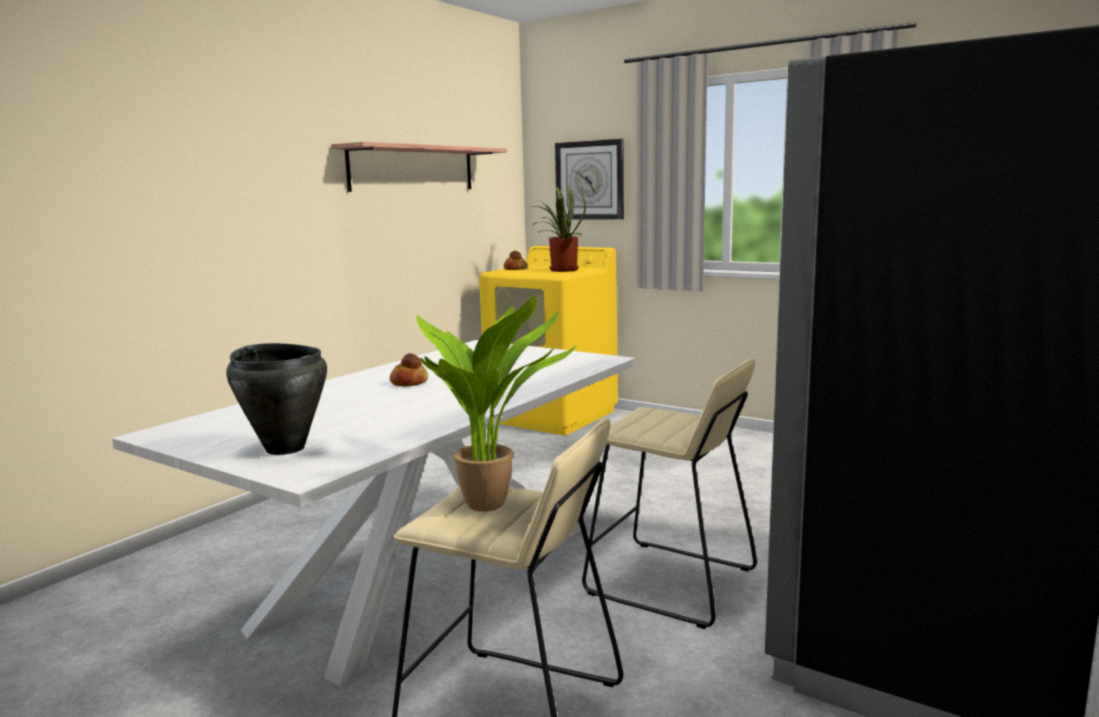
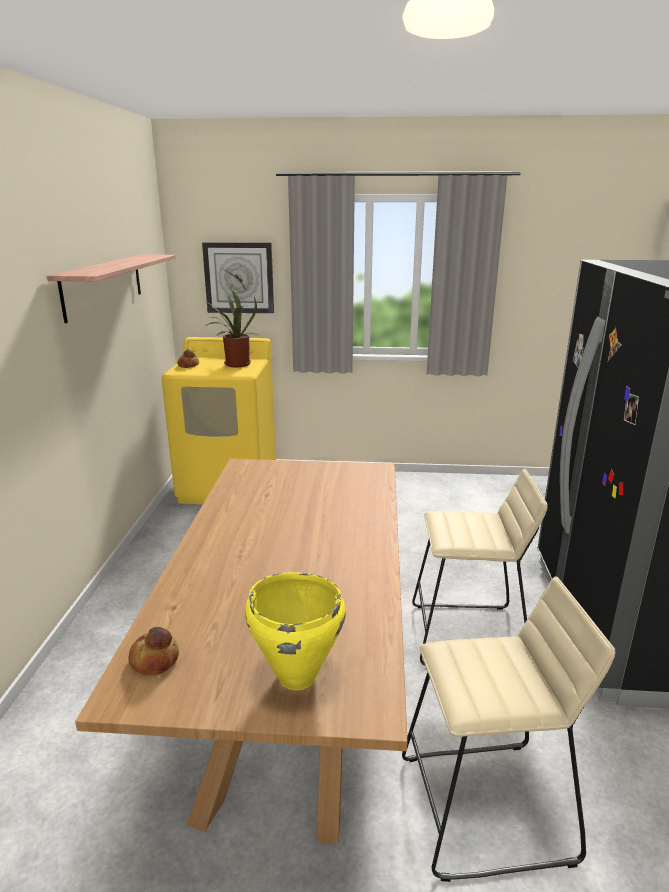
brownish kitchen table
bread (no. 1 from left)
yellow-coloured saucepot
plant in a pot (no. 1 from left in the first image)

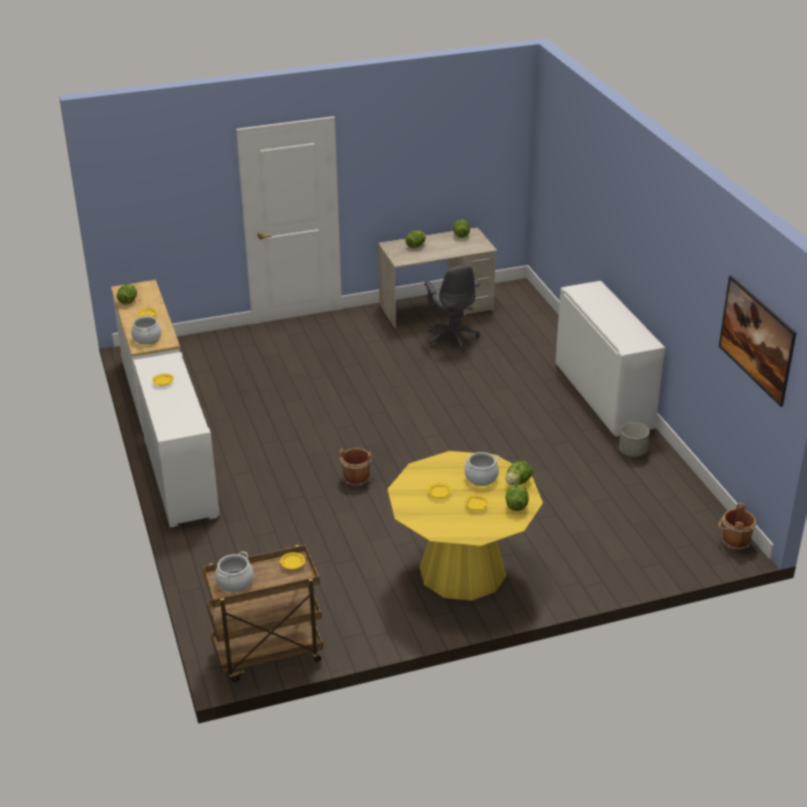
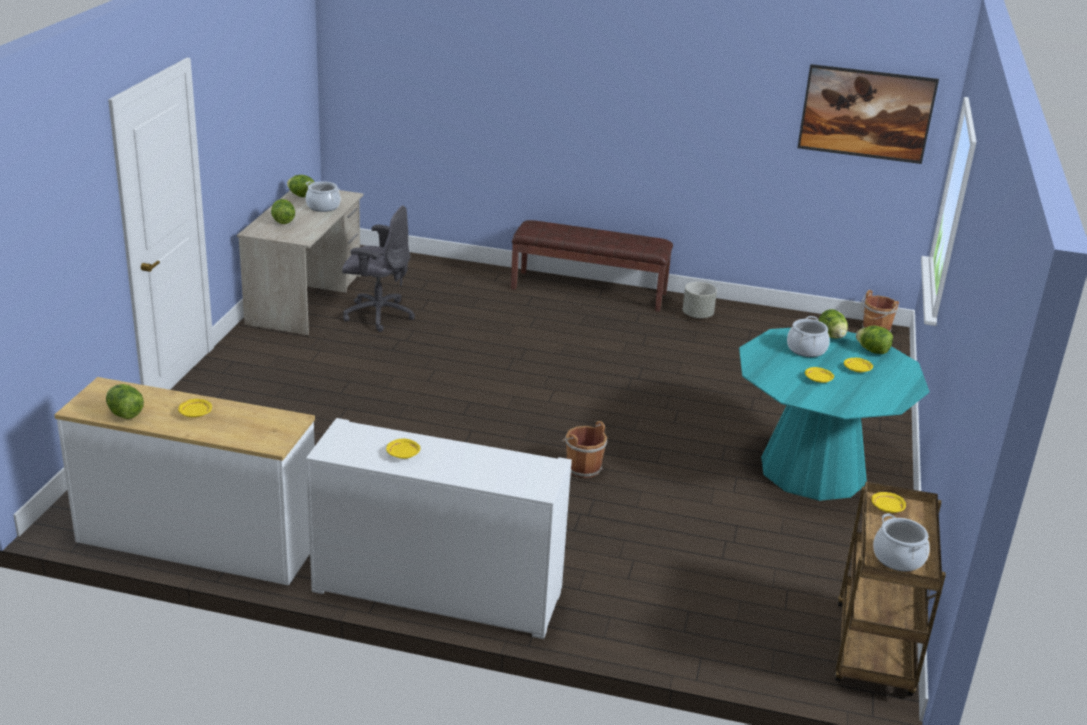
saucepot (no. 1 from left)
brownish long seat
turquoise kitchen table

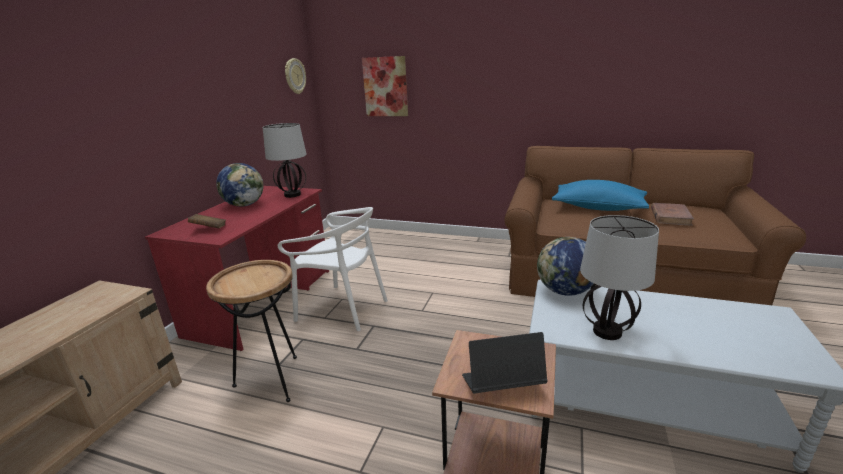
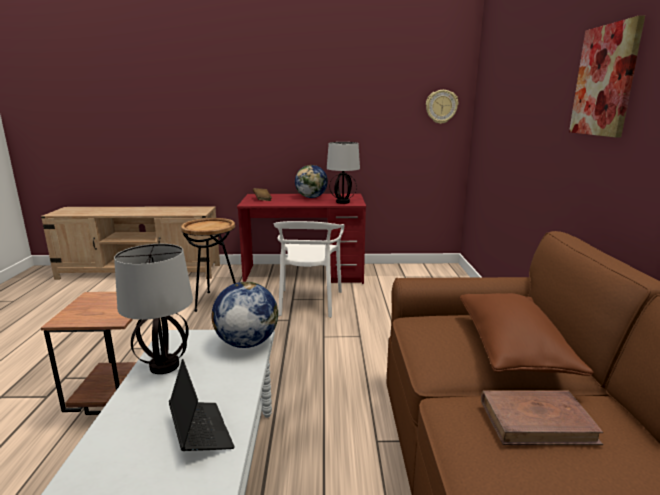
portable computer
brownish throw pillow
picture

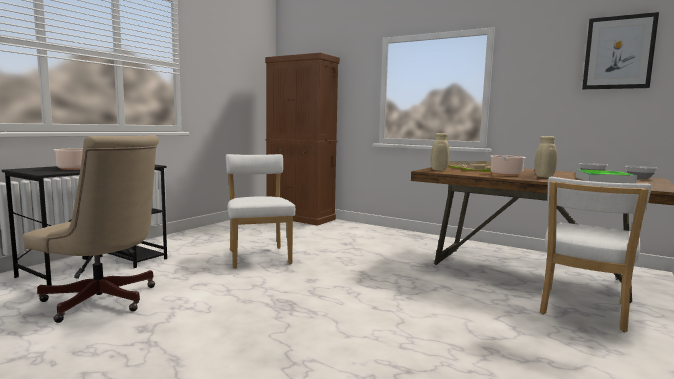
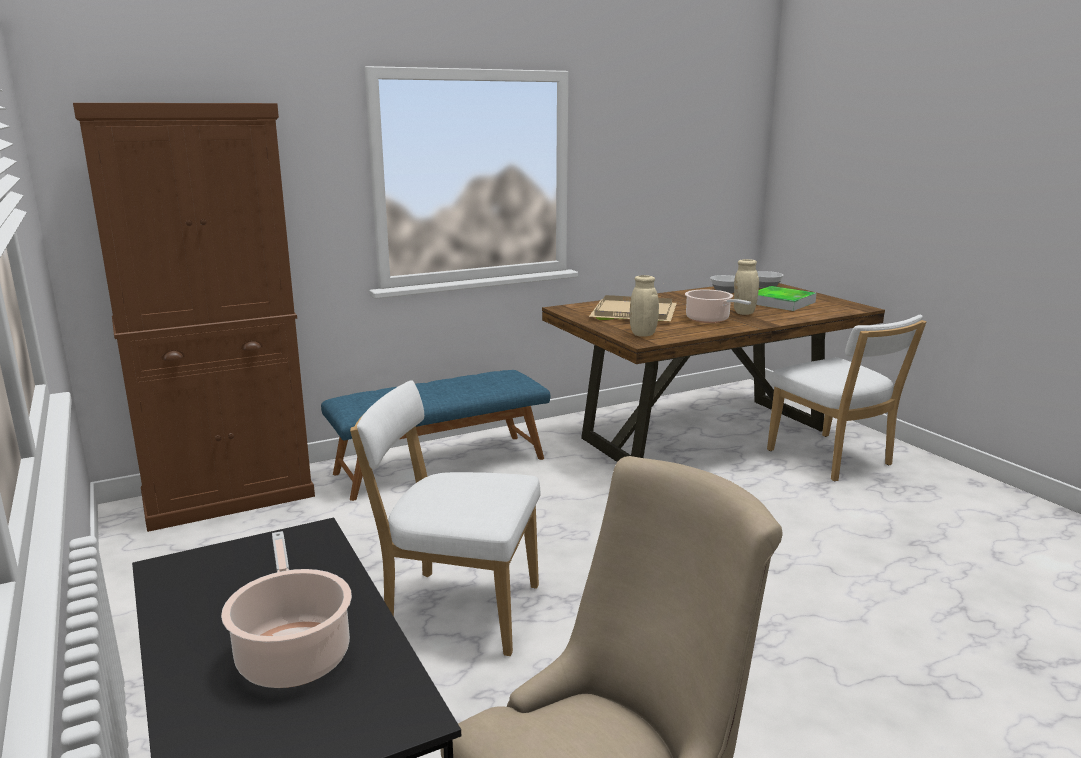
bluish long seat
picture

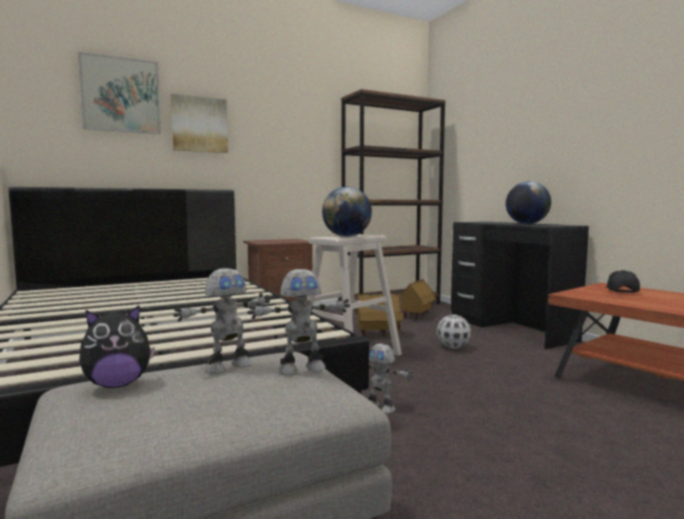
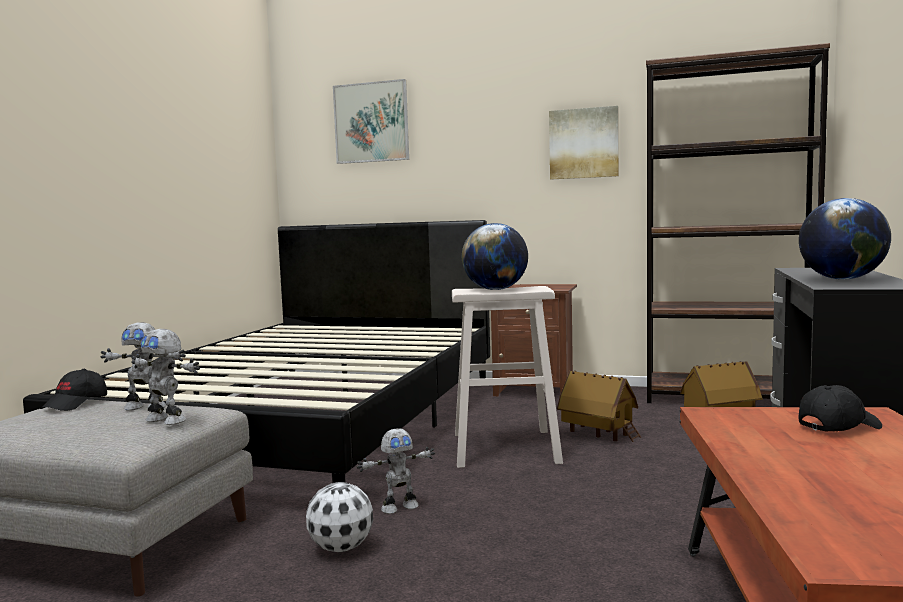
black baseball cap (no. 1 from left)
football ball
robot figure (no. 3 from left)
picture (no. 2 from left)

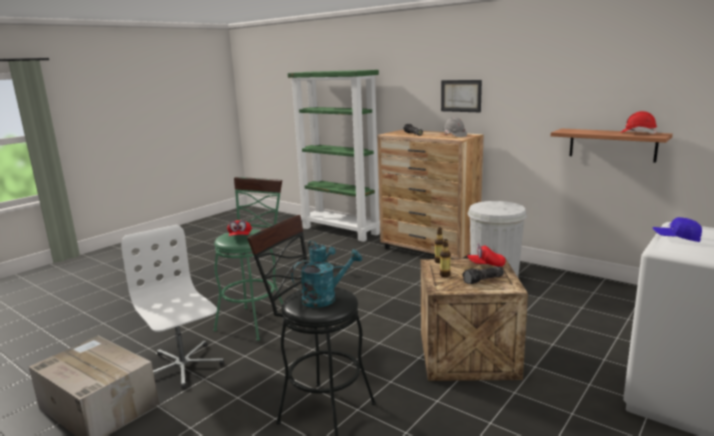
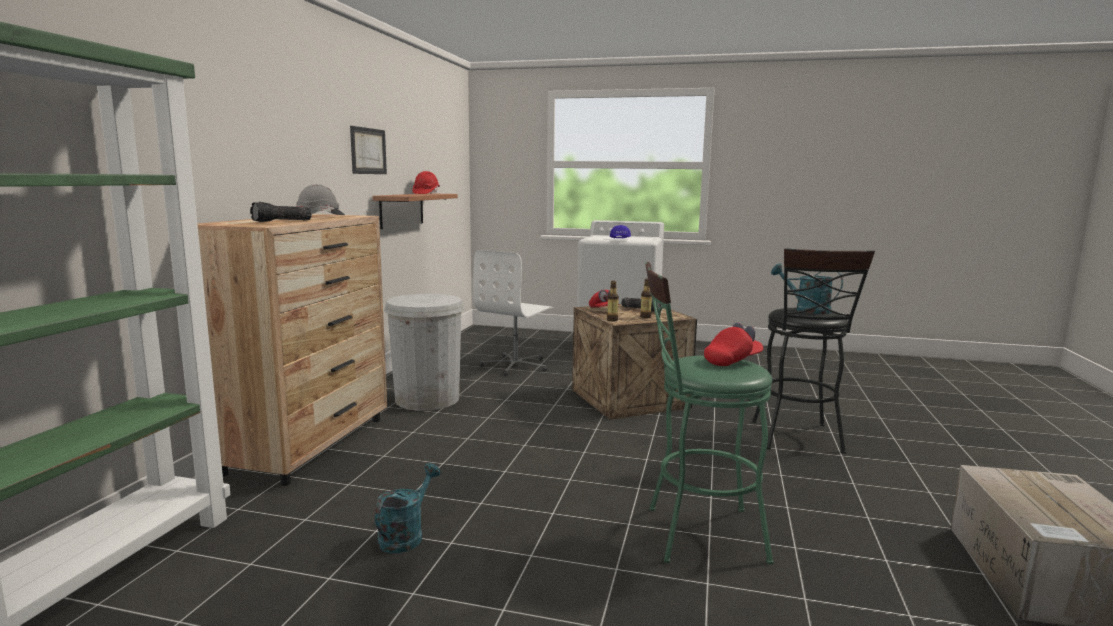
picture
white-coloured office chair

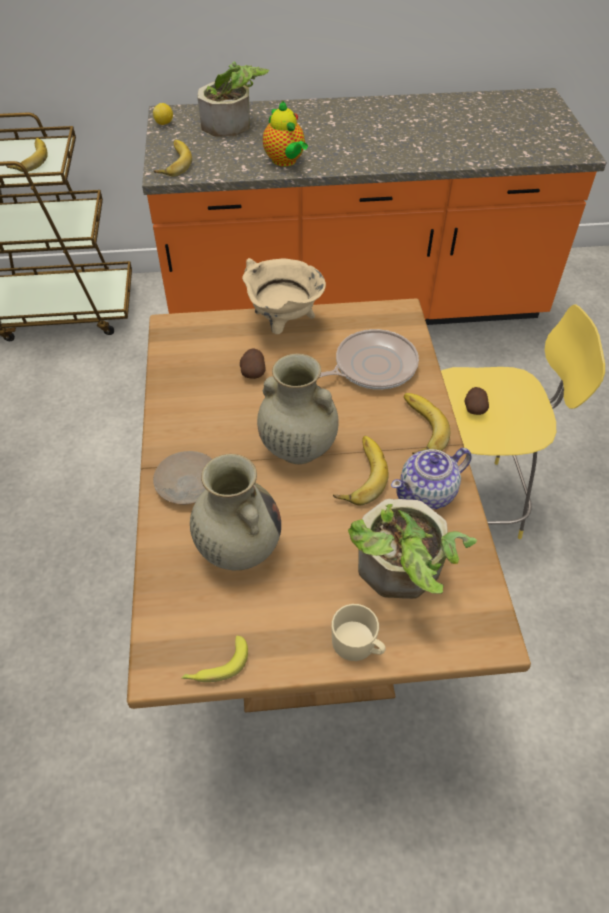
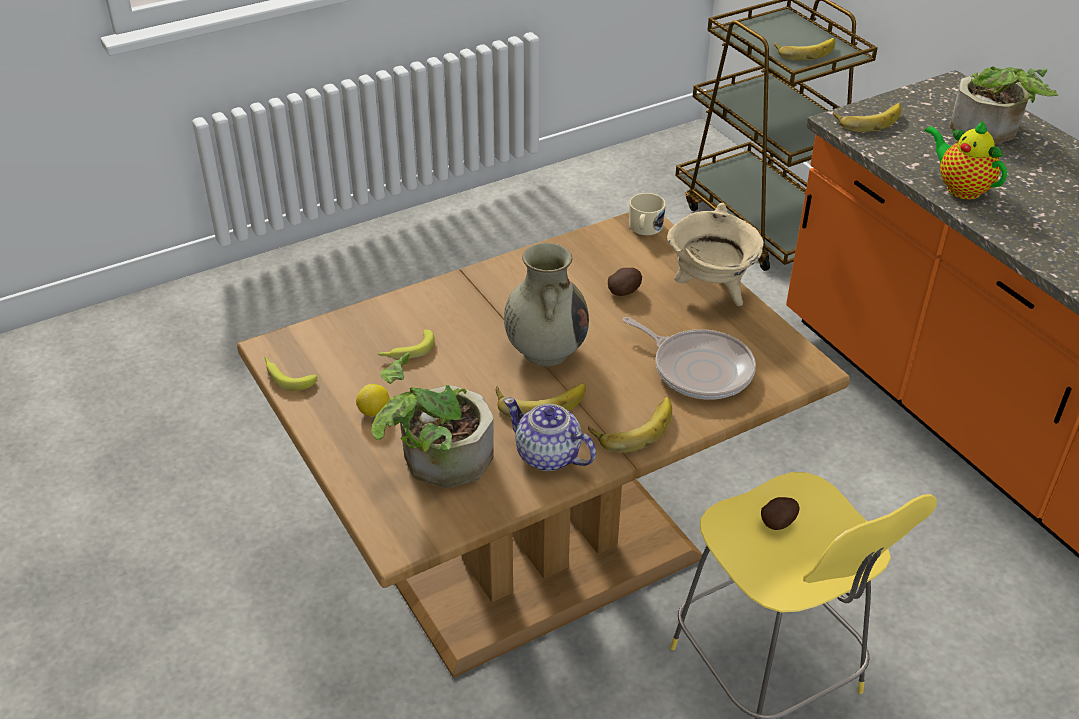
lemon
whole banana (no. 2 from left)
beige-coloured tea mug
teapot (no. 2 from left)
beige-coloured flat dish

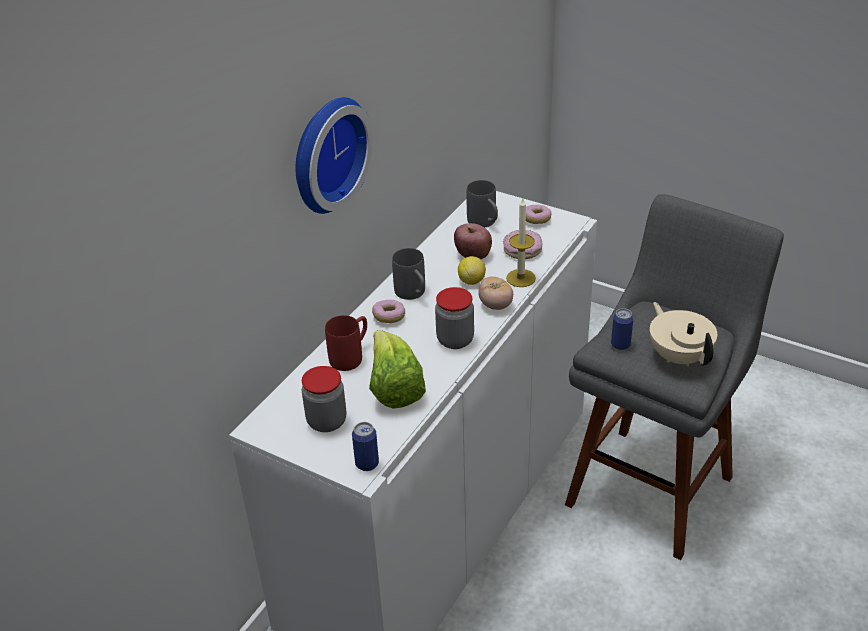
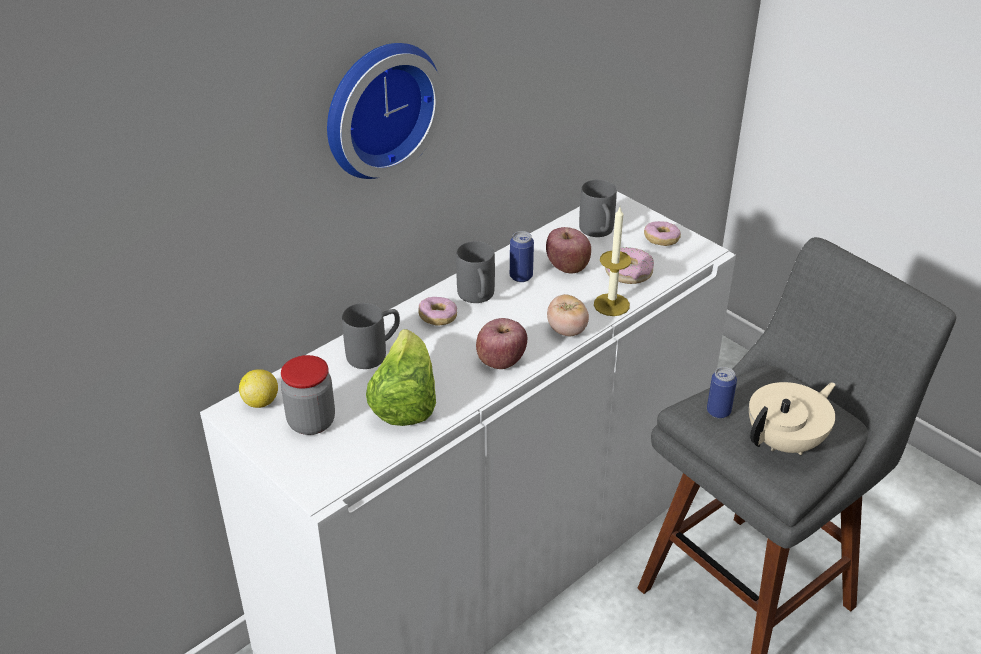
lemon
gray tea mug (no. 1 from left)
whole apple (no. 1 from left)
sealed can (no. 1 from left)
beige-coloured teapot

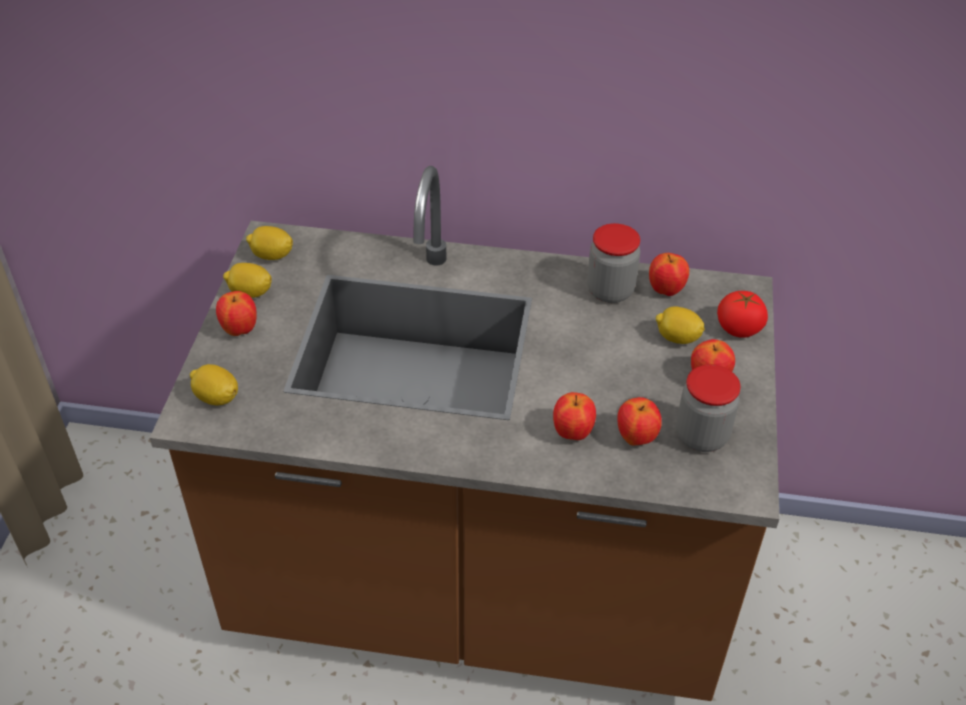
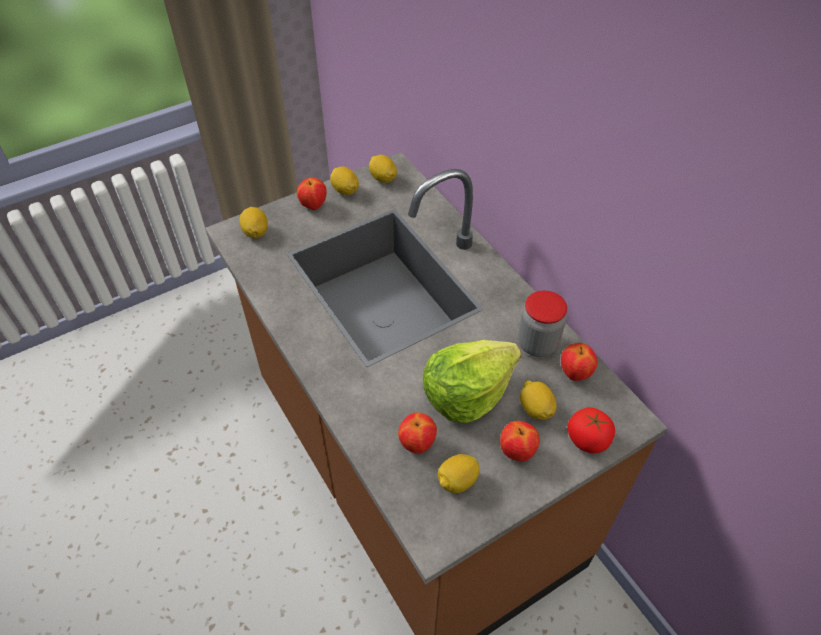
head of lettuce
lemon (no. 4 from left)
whole apple (no. 2 from left in the first image)

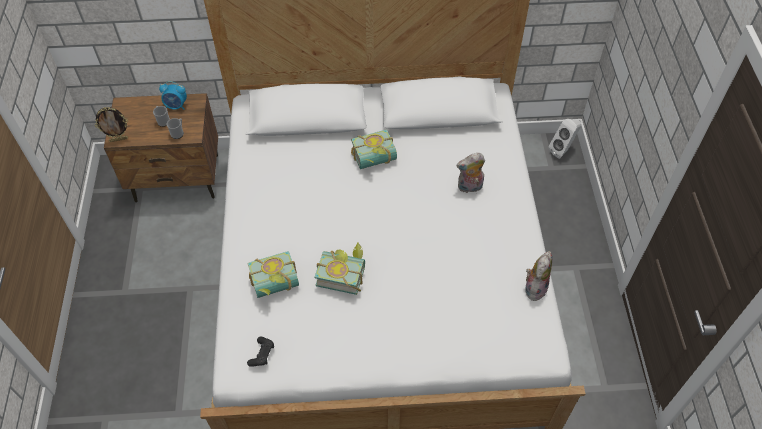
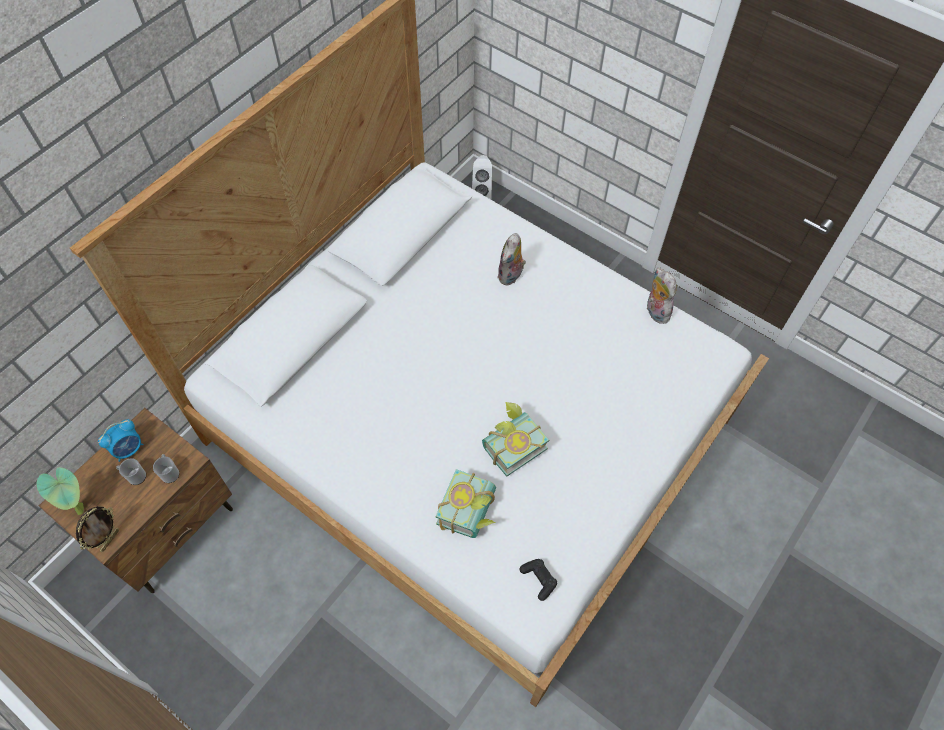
plant in a pot
book (no. 3 from left in the first image)

